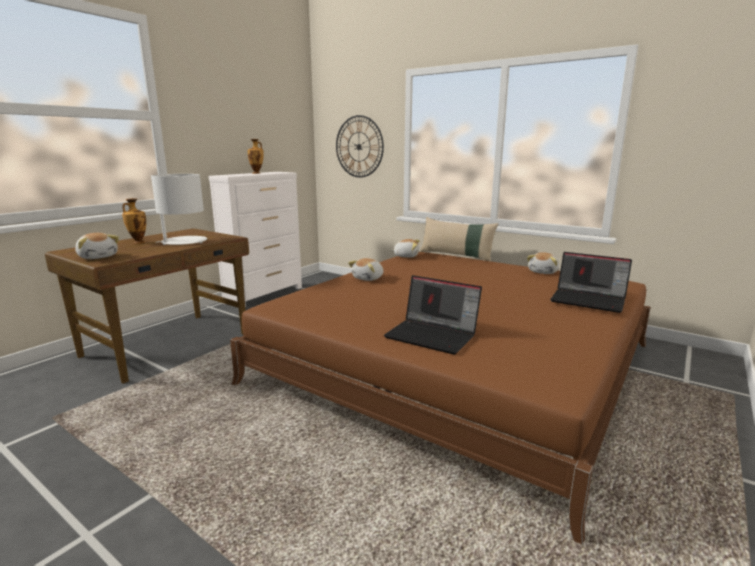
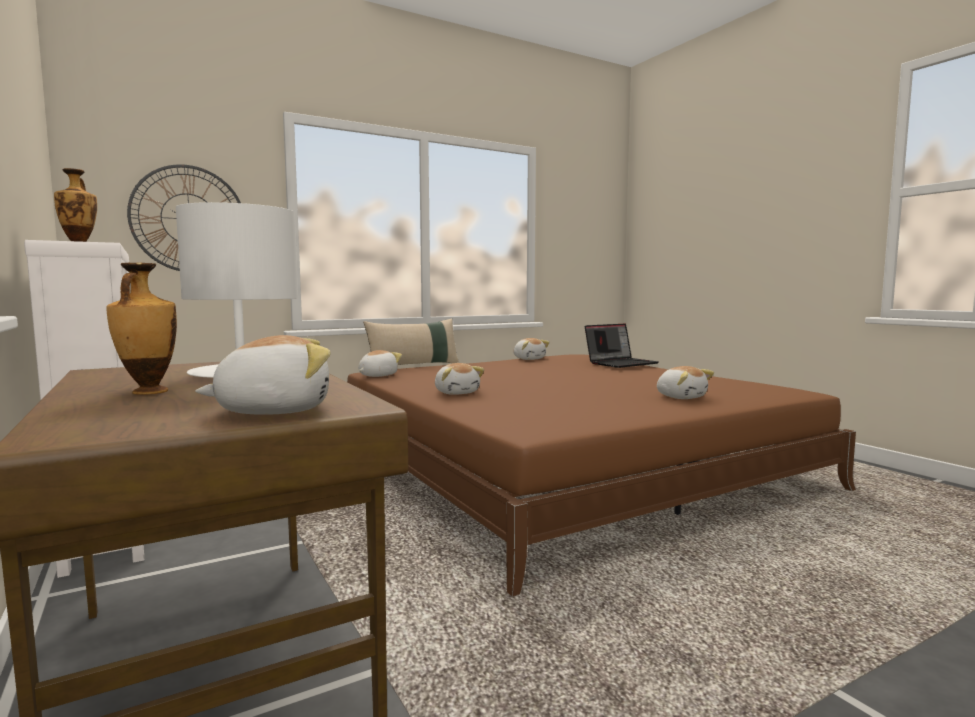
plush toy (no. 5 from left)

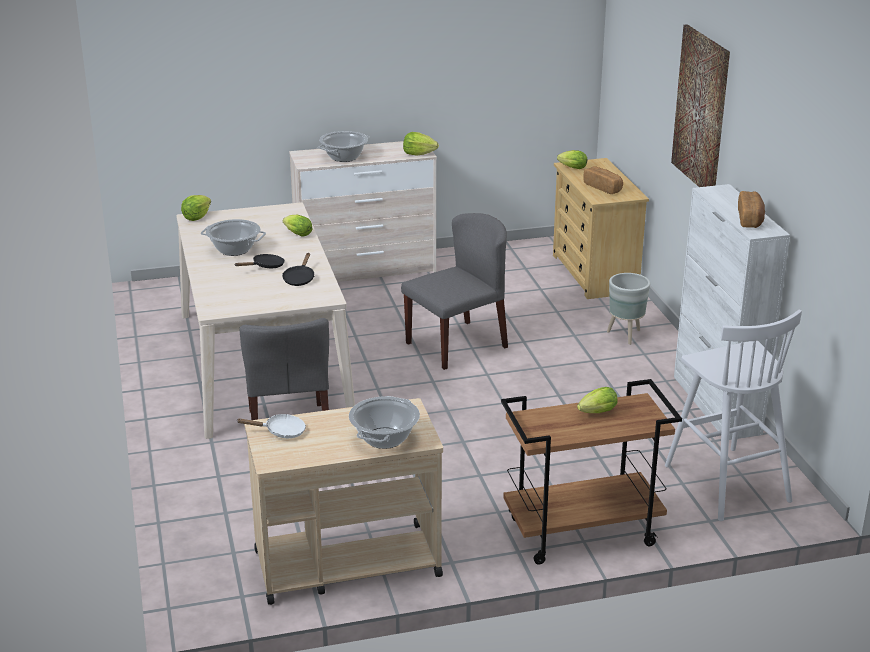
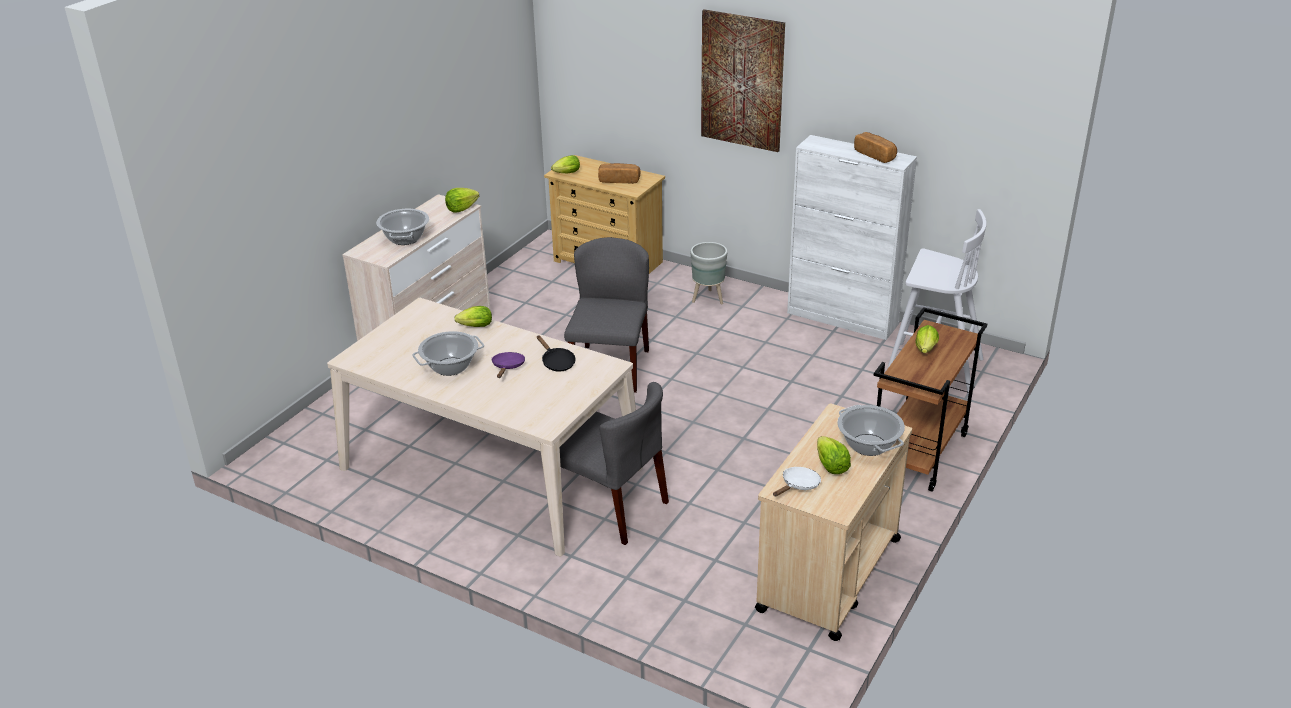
purple frying pan
head of lettuce (no. 4 from left)

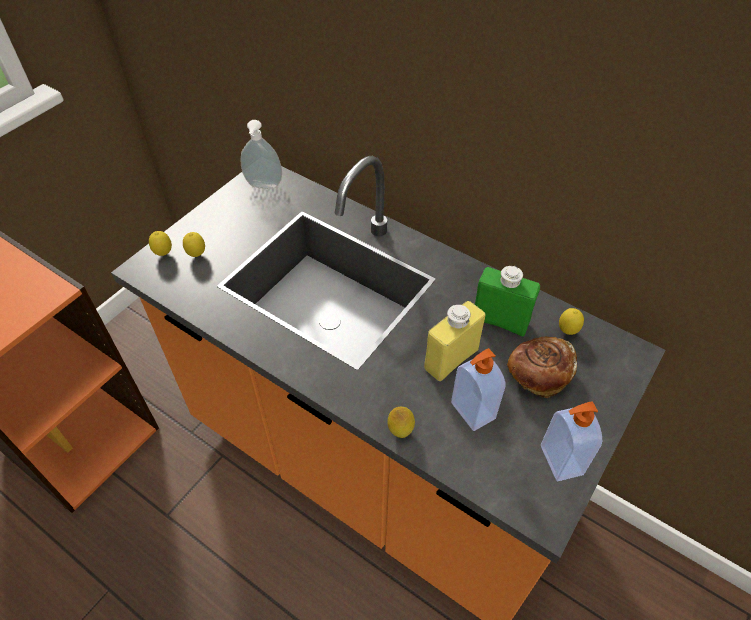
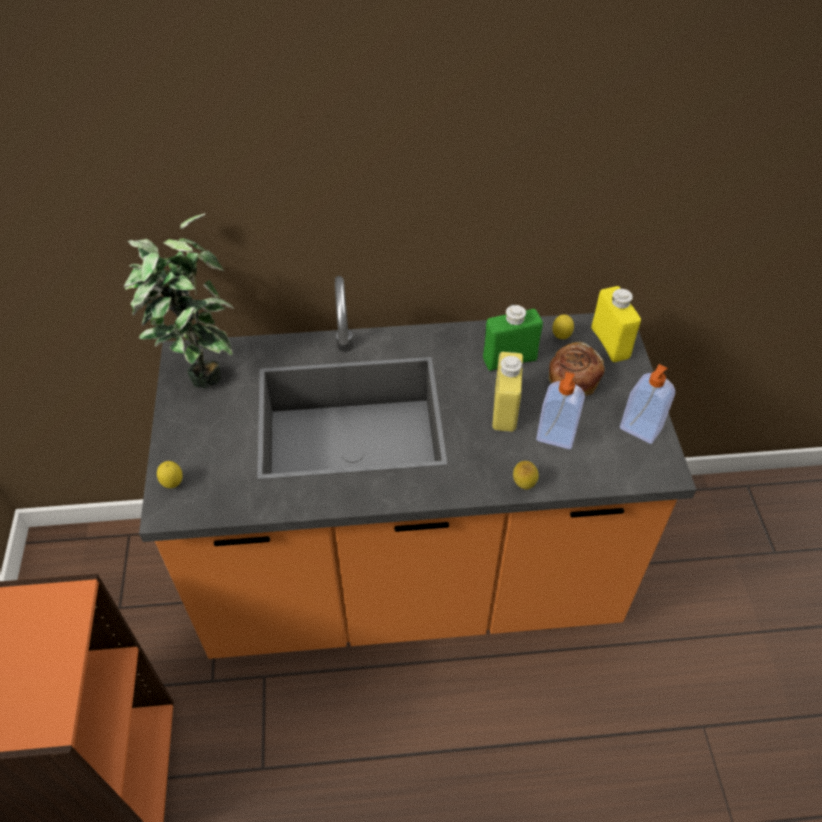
plant in a pot
yellow-coloured bottle (no. 2 from left)
lemon (no. 2 from left in the first image)

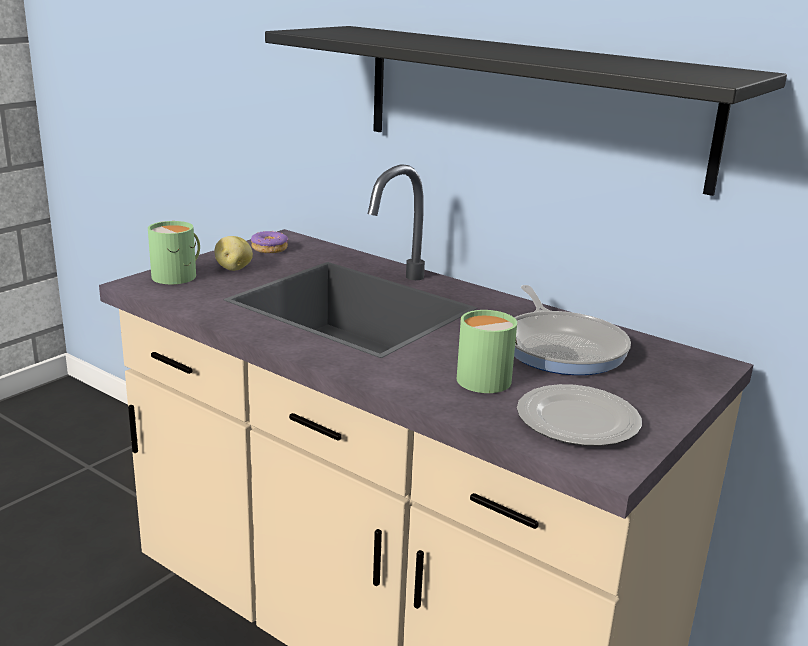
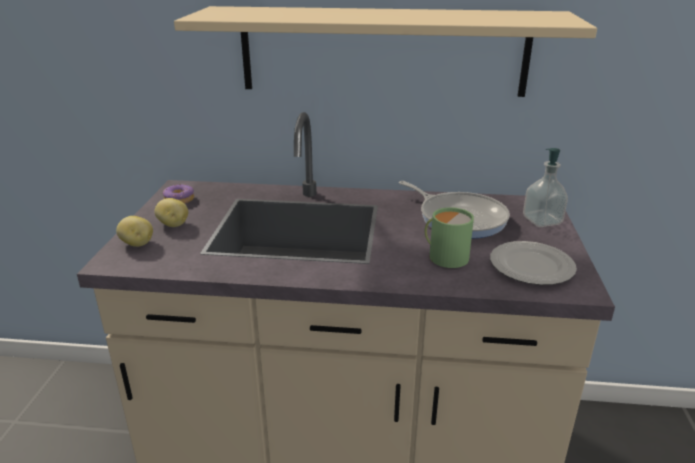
potato (no. 1 from left)
beige-coloured wall shelf
liquid soap bottle

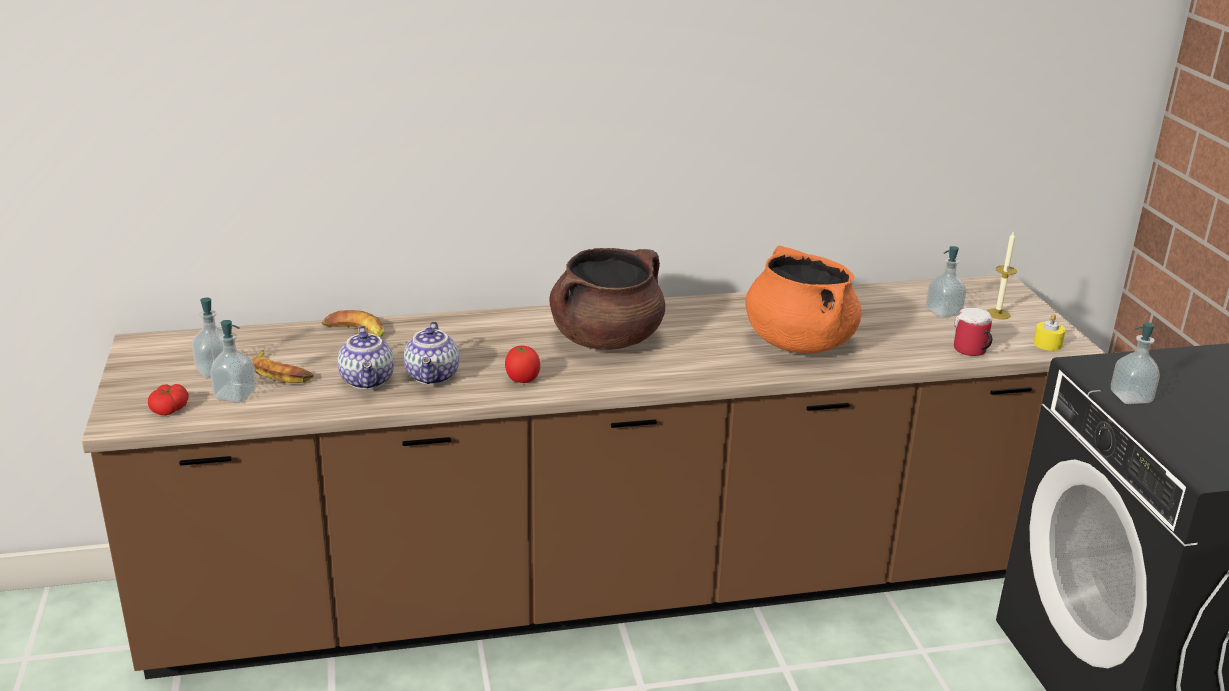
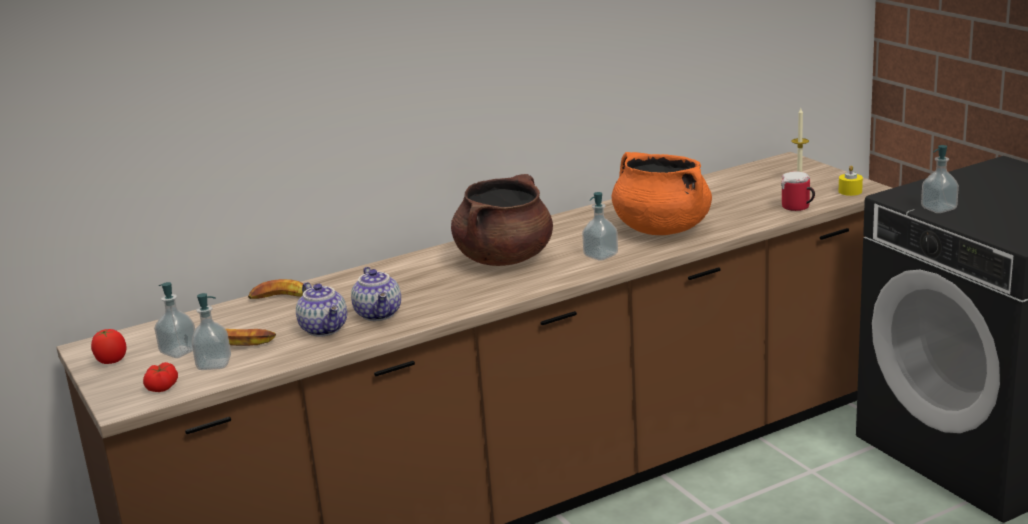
fresh tomato (no. 1 from left)
liquid soap bottle (no. 3 from left)

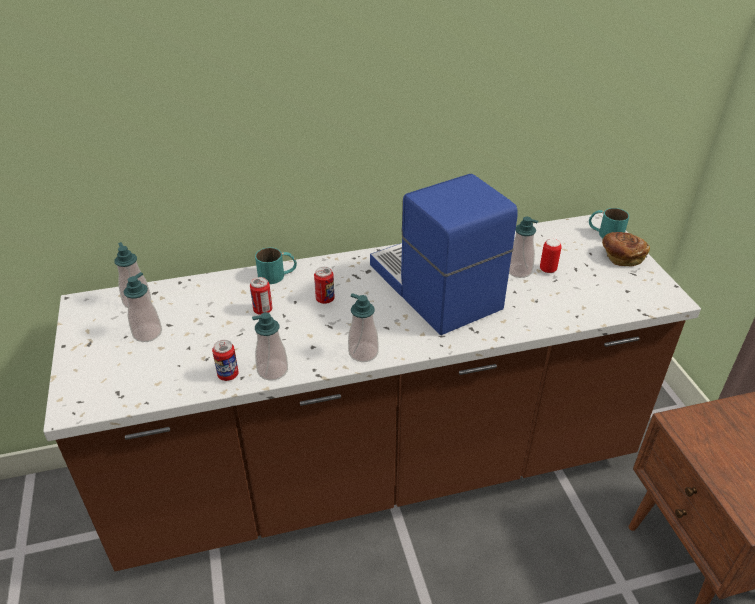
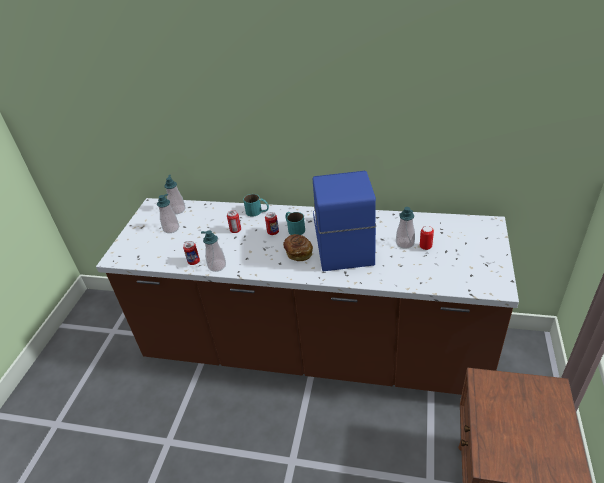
bread
turquoise tea mug (no. 2 from left)
liquid soap bottle (no. 4 from left in the first image)

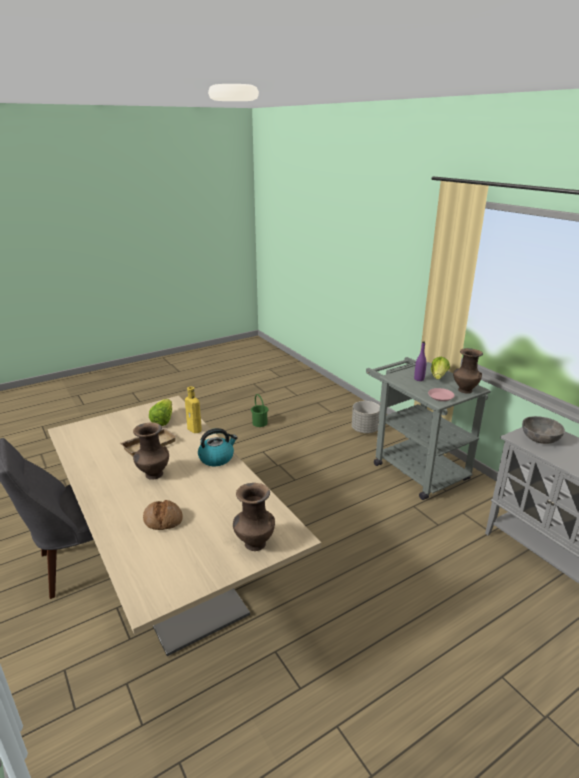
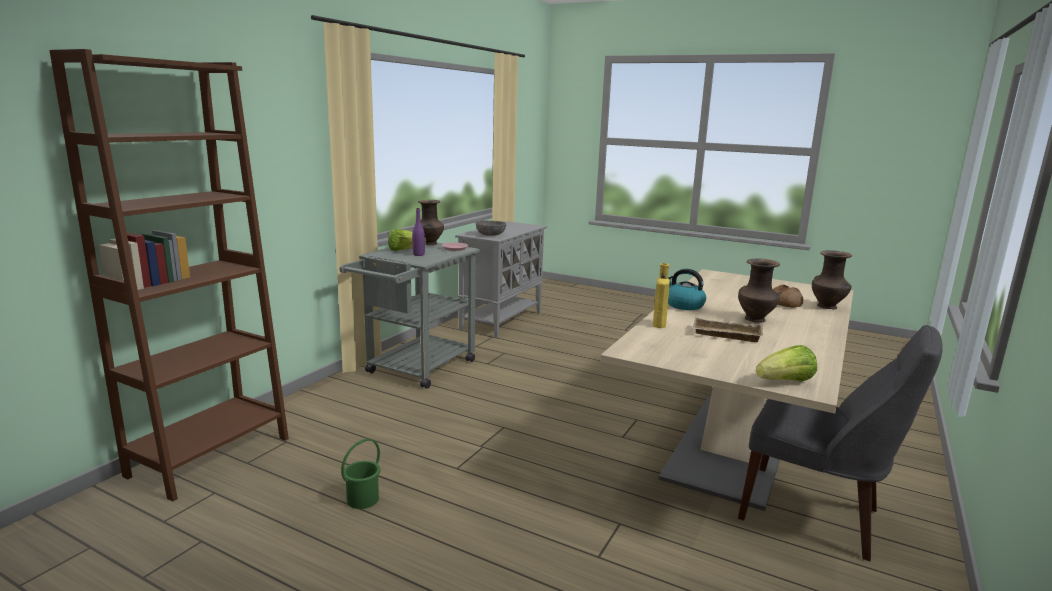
brownish bookshelf
head of lettuce (no. 2 from left)
brownish vase (no. 3 from left)
gray planter

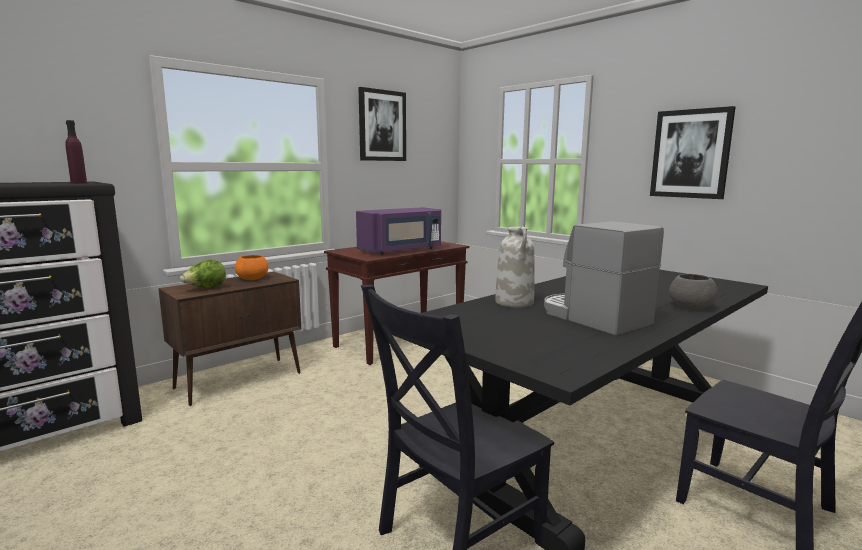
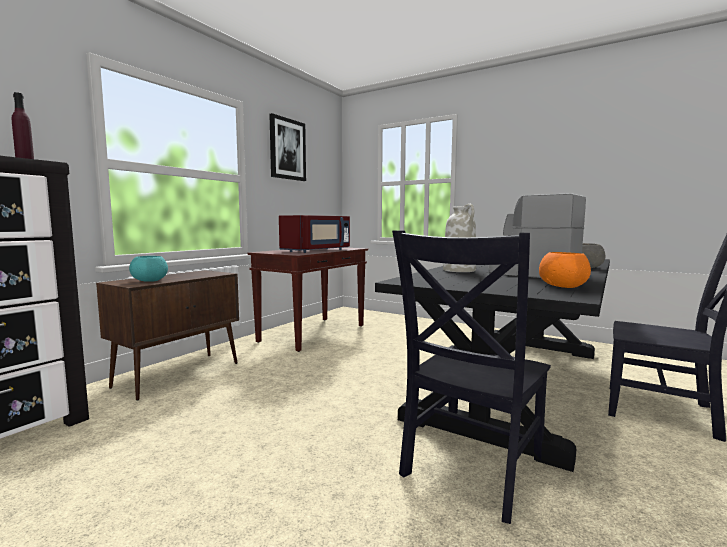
turquoise bowl
reddish kitchen microwave
orange bowl
picture (no. 2 from left in the first image)

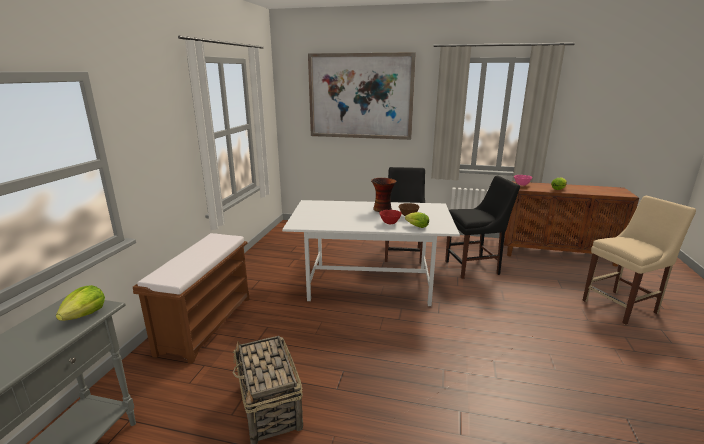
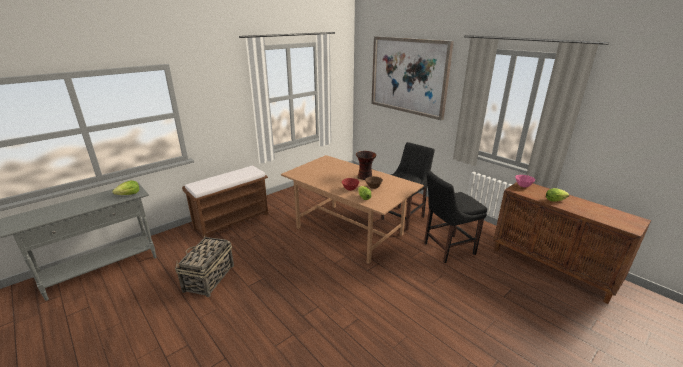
brownish kitchen table
black upright chair (no. 2 from left)
beige-coloured upright chair

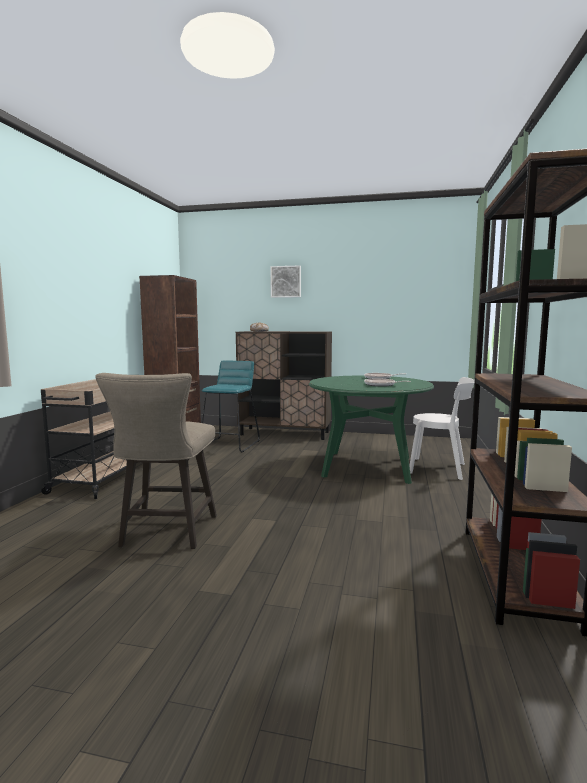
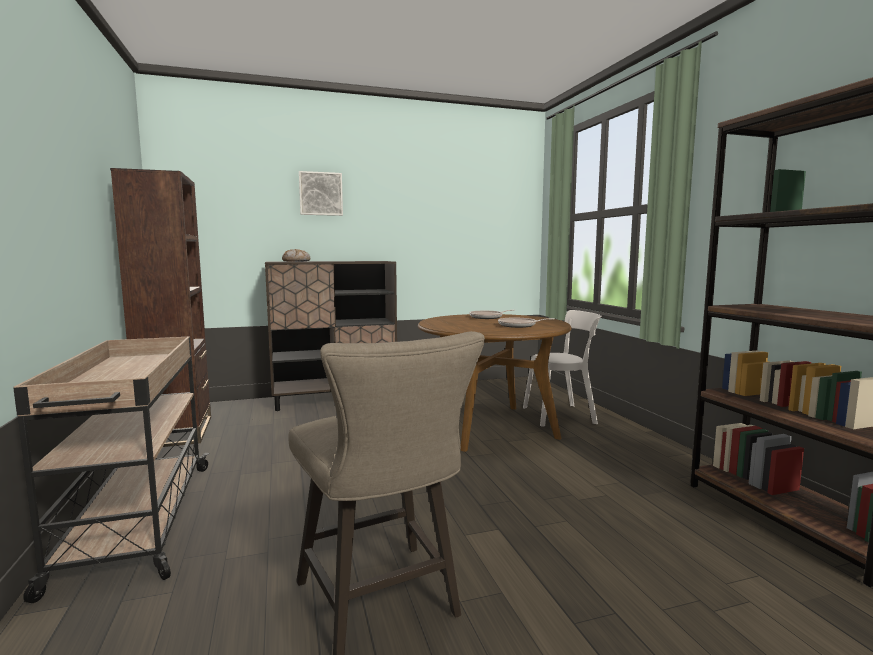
brownish kitchen table
turquoise stool

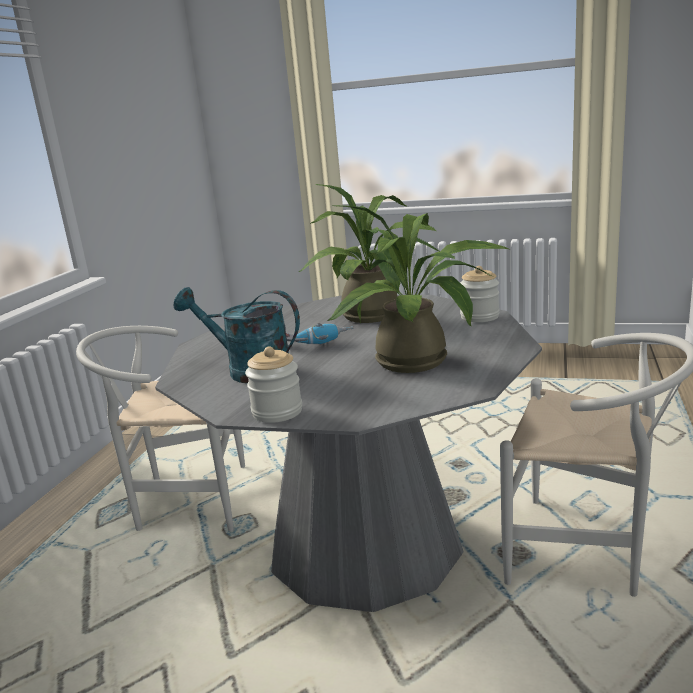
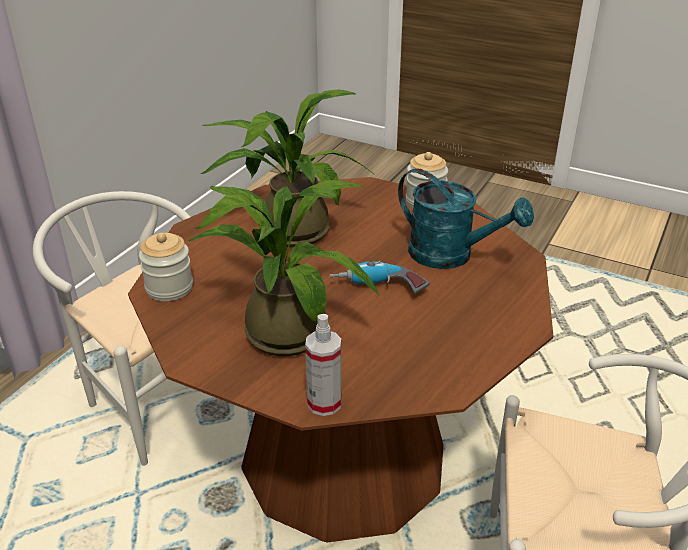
brownish kitchen table
hand sprayer

